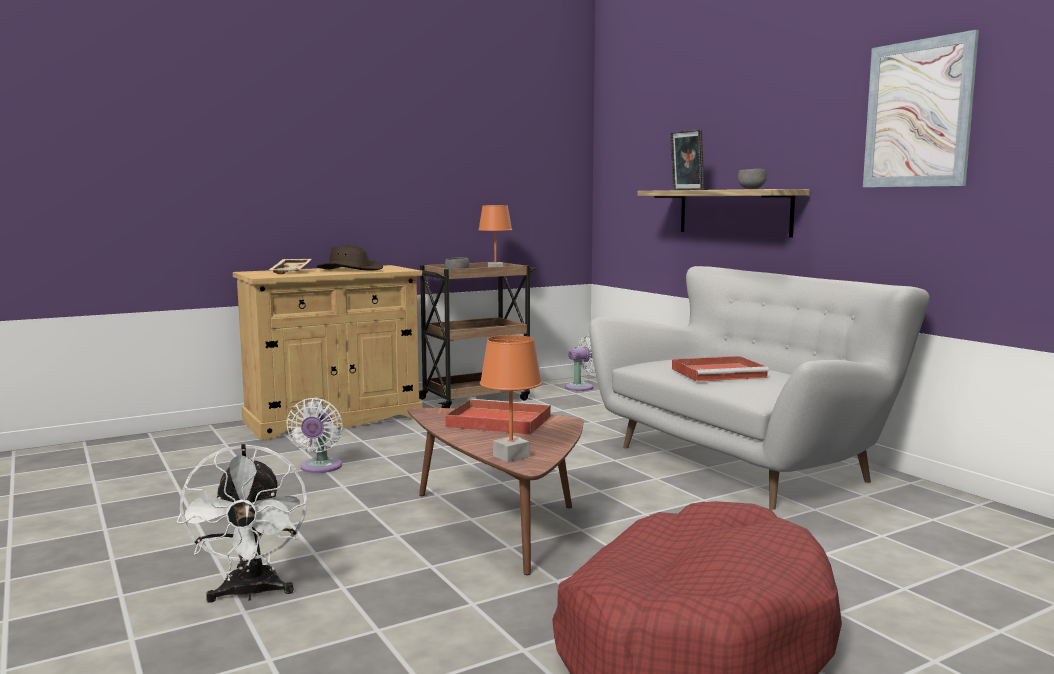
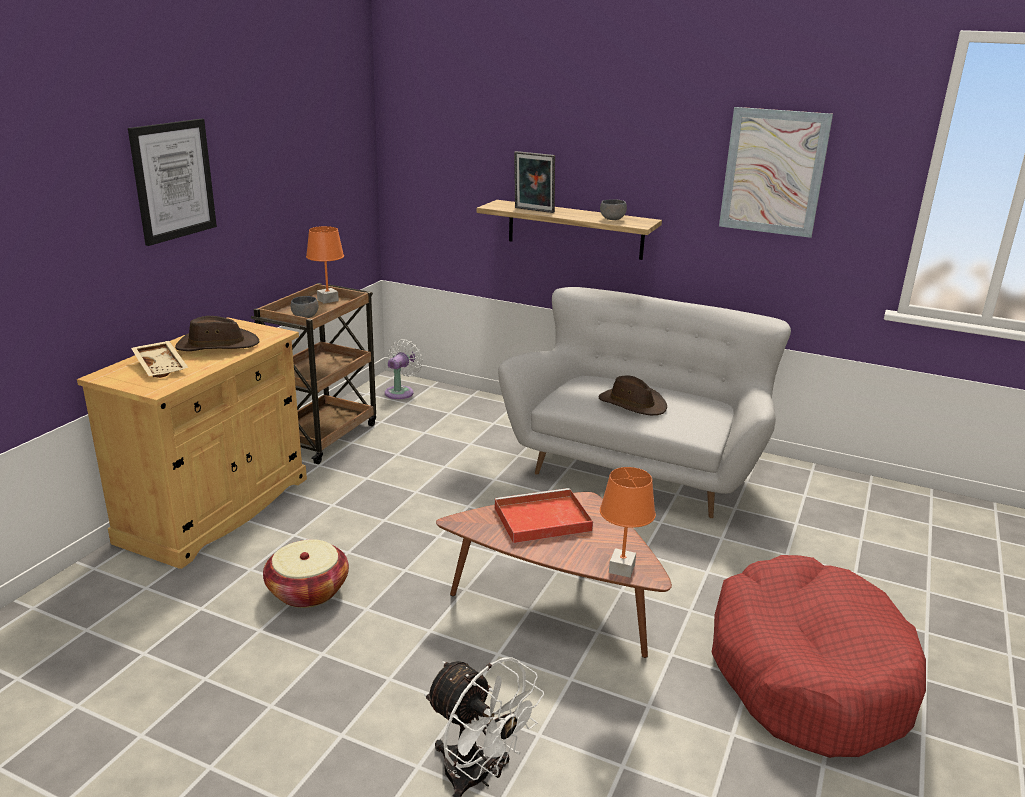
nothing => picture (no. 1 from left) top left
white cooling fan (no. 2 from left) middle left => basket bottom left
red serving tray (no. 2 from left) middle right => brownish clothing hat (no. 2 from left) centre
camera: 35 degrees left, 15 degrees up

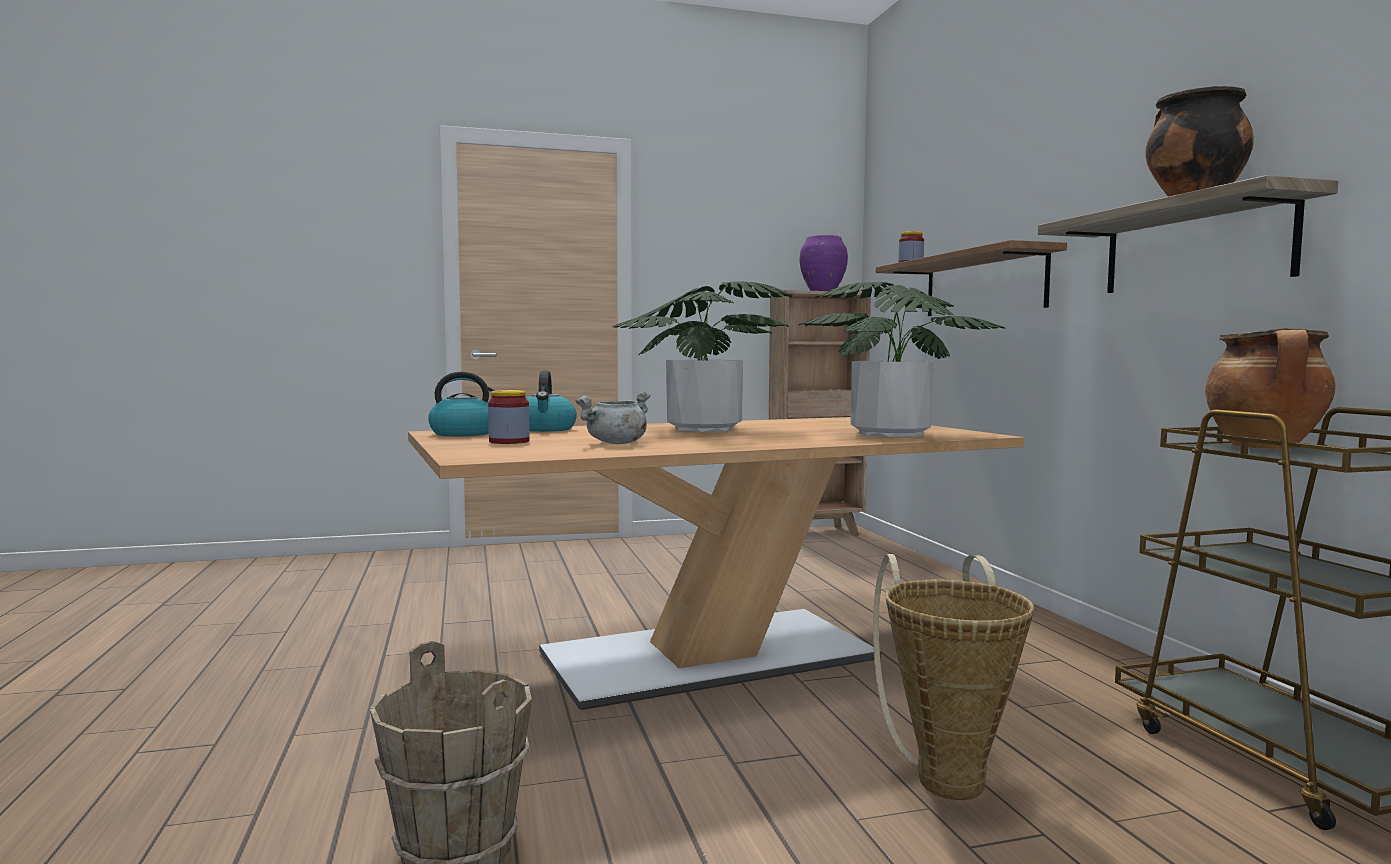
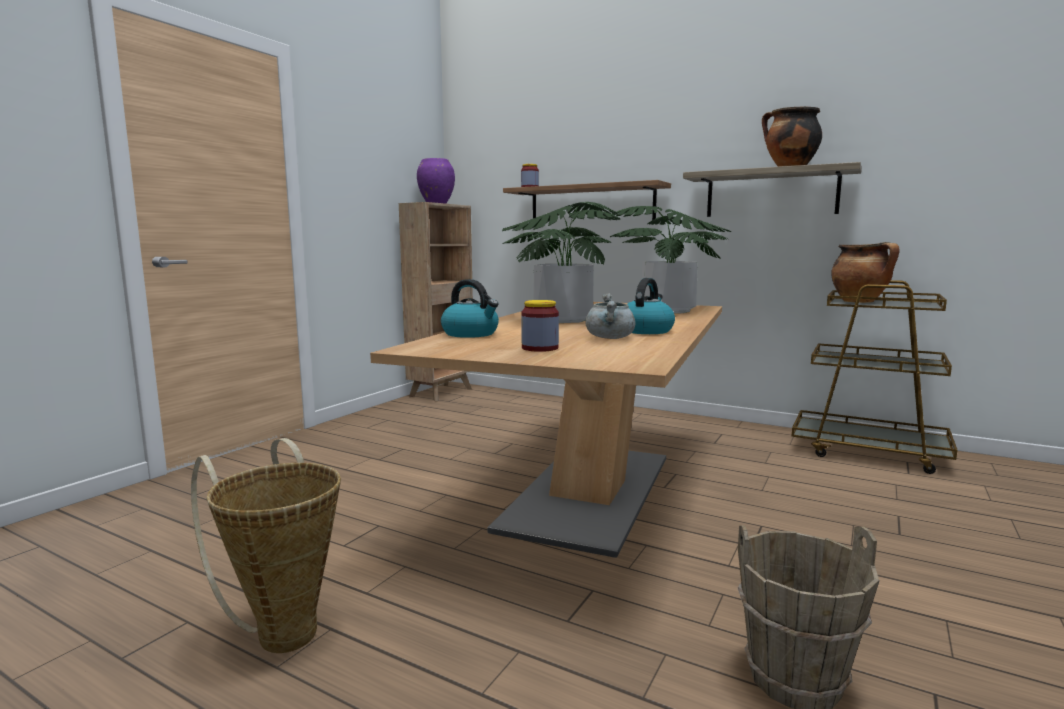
basket bottom right => basket bottom left, shifted
water kettle (no. 1 from left in the first image) middle left => water kettle (no. 2 from left) centre, shifted
camera: 45 degrees left, 5 degrees up

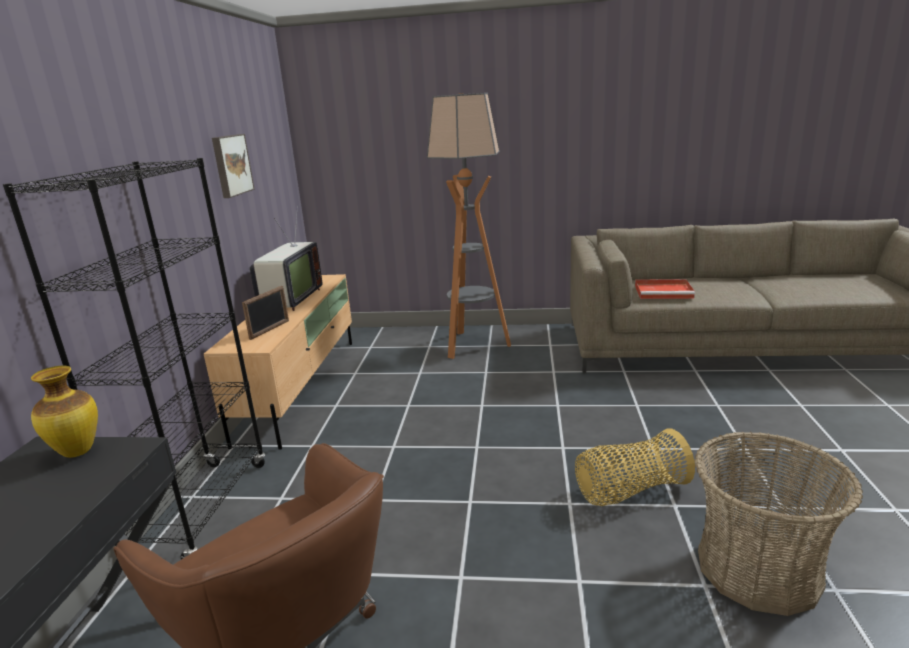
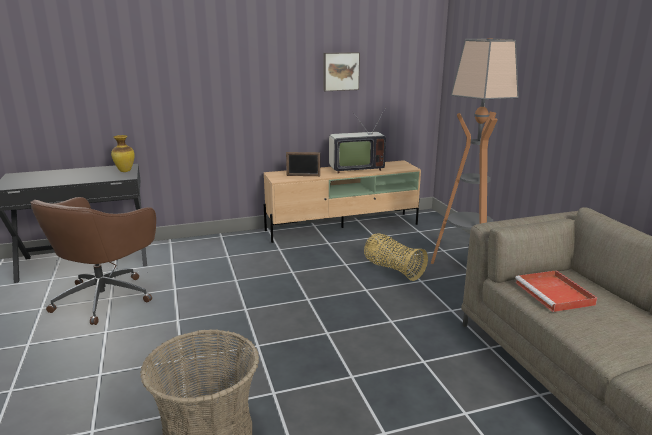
basket (no. 1 from left in the first image) bottom right => basket (no. 2 from left) centre, shifted
black shelving unit middle left => nothing
camera: 65 degrees right, 0 degrees up

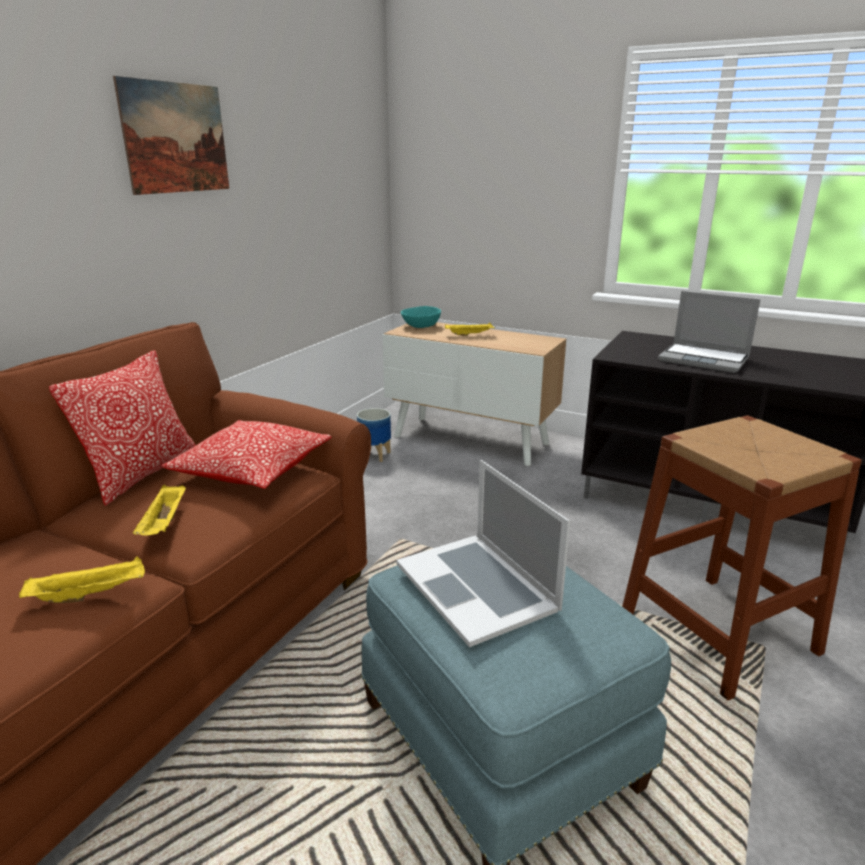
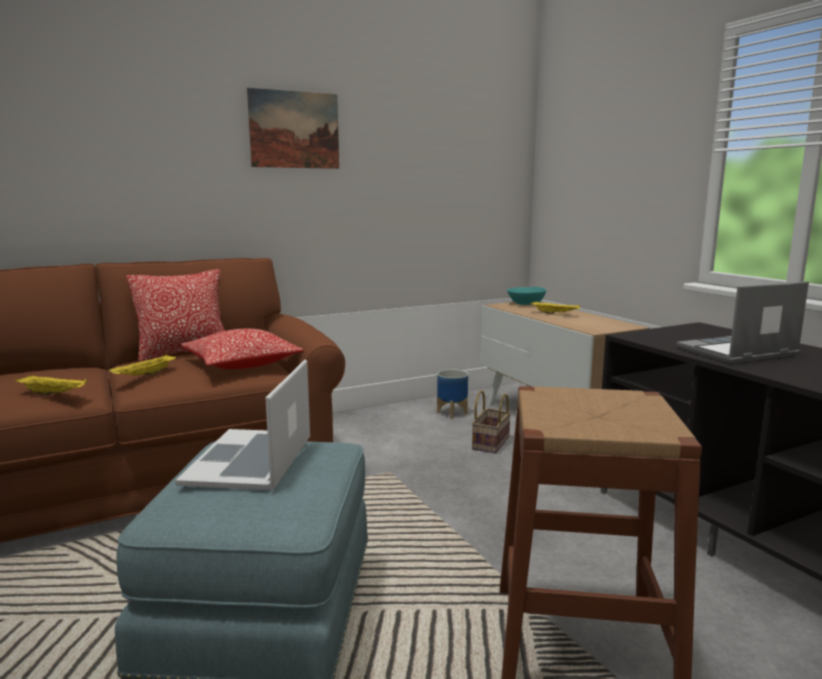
nothing => basket centre
notebook computer (no. 2 from left) middle right, 90 degrees clockwise
camera: 35 degrees right, 10 degrees down

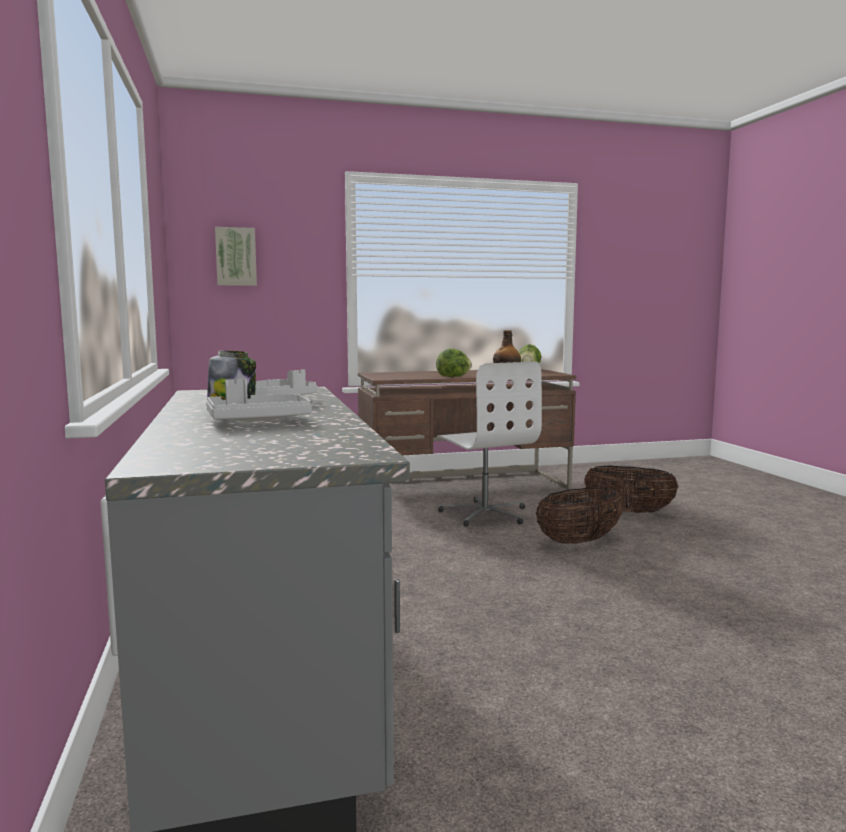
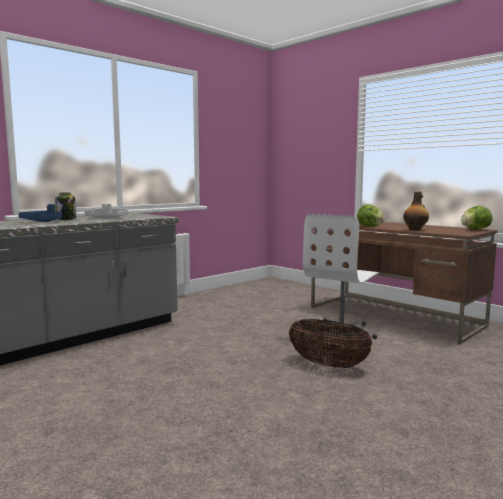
grey serving tray (no. 1 from left) middle left => blue serving tray middle left
picture top left => nothing
basket (no. 2 from left) middle right => nothing
camera: 60 degrees right, 0 degrees up

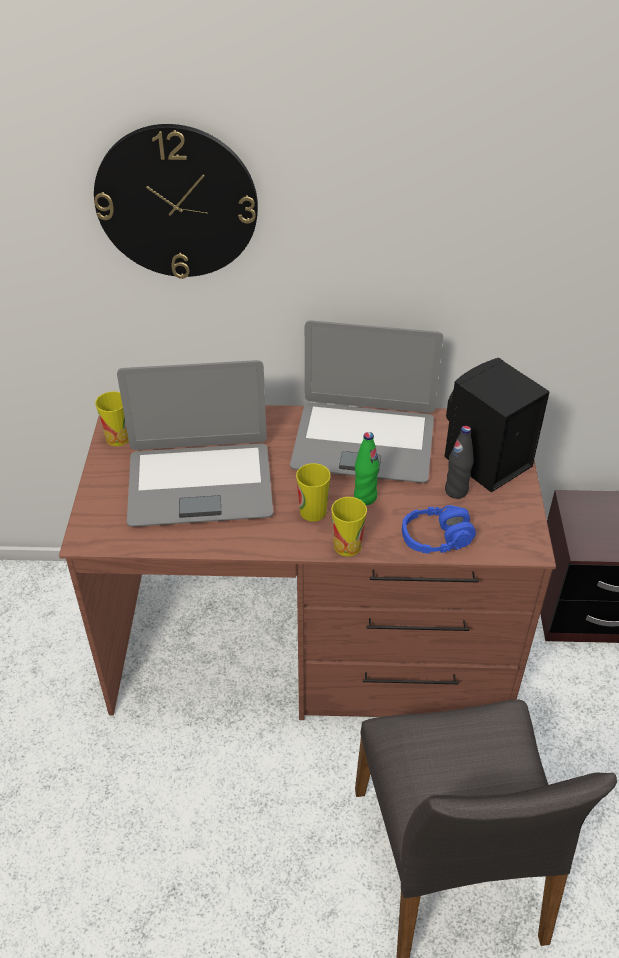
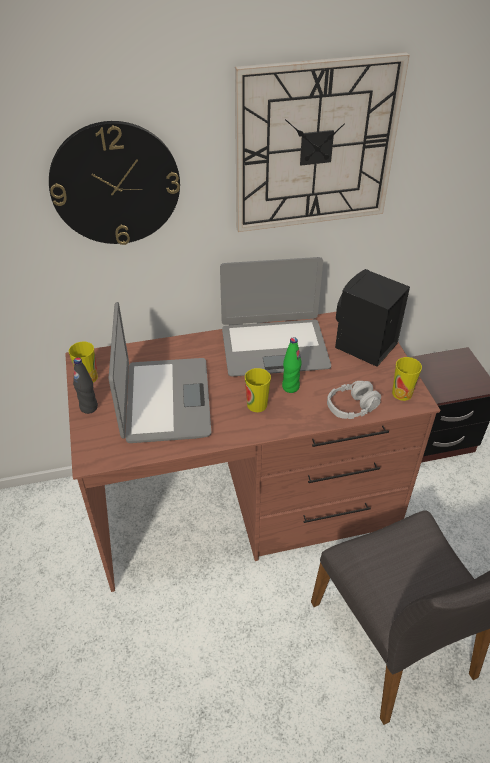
black bottle middle right => black bottle middle left, shifted
notebook computer (no. 1 from left) middle left, 75 degrees counterclockwise
nothing => clock on the wall (no. 2 from left) top centre
blue headset middle right => grey headset middle right
cup (no. 3 from left) centre => cup (no. 3 from left) middle right, shifted
camera: 15 degrees left, 0 degrees up

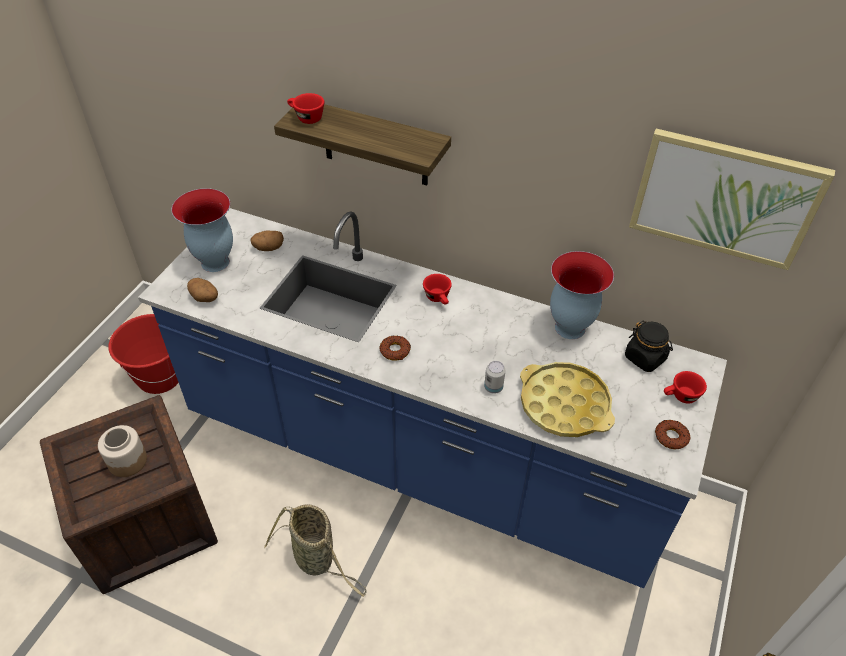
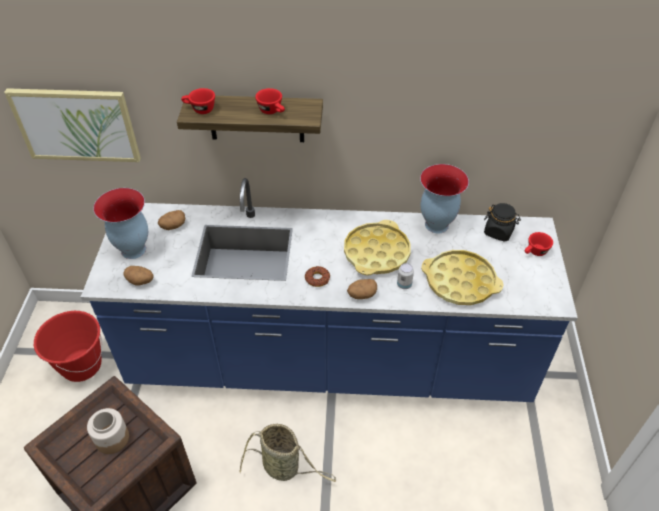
picture top right => picture top left, shifted
red cup (no. 2 from left) centre => red cup (no. 2 from left) top centre, shifted
nothing => yellow serving tray (no. 1 from left) centre
nothing => potato (no. 3 from left) centre
donut (no. 2 from left) middle right => nothing
camera: 20 degrees left, 0 degrees up

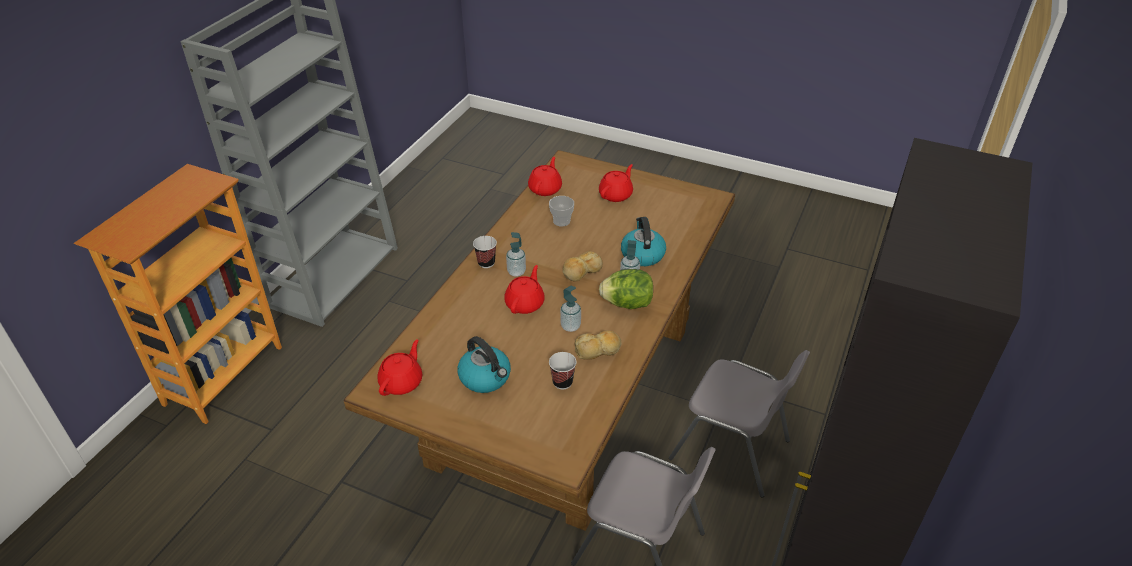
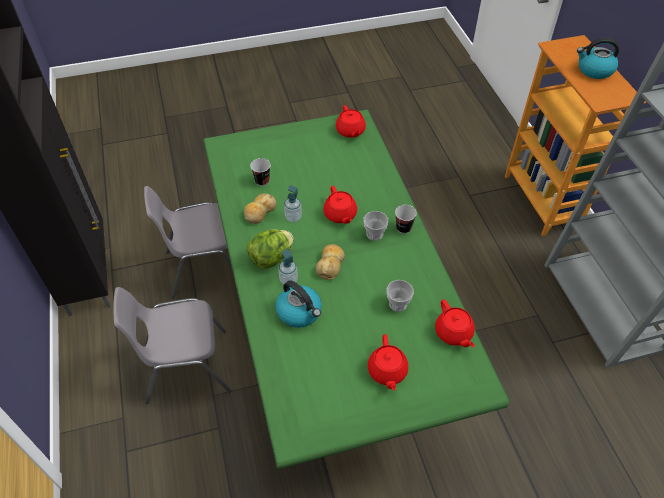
brownish dinner table centre => greenish dinner table centre
soap dispenser (no. 1 from left) centre => cup (no. 2 from left) centre
water kettle (no. 1 from left in the first image) centre => water kettle (no. 2 from left) top right, shifted
camera: 140 degrees right, 10 degrees up

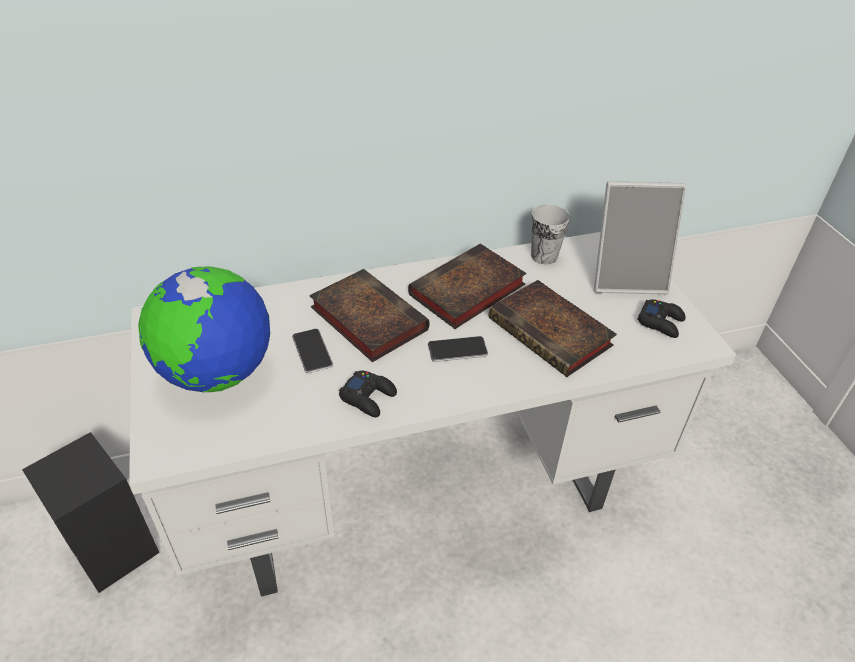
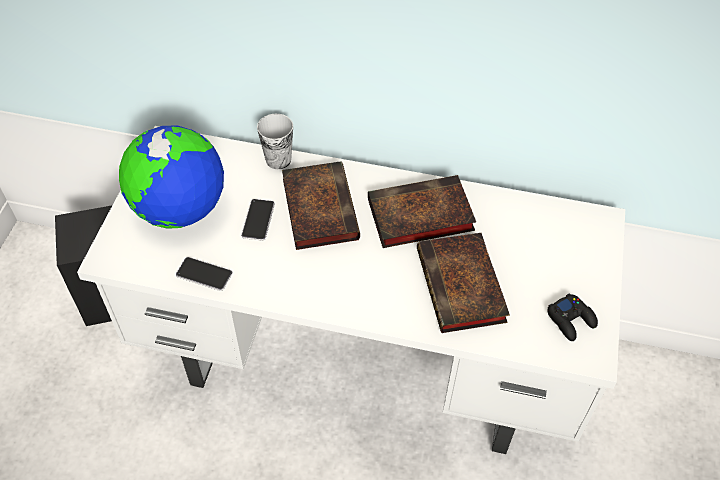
telephone (no. 2 from left in the first image) centre => telephone (no. 1 from left) middle left, shifted
cup centre => cup top centre, shifted
black game controller (no. 1 from left) centre => nothing
standing frame middle right => nothing
camera: 30 degrees right, 10 degrees up

